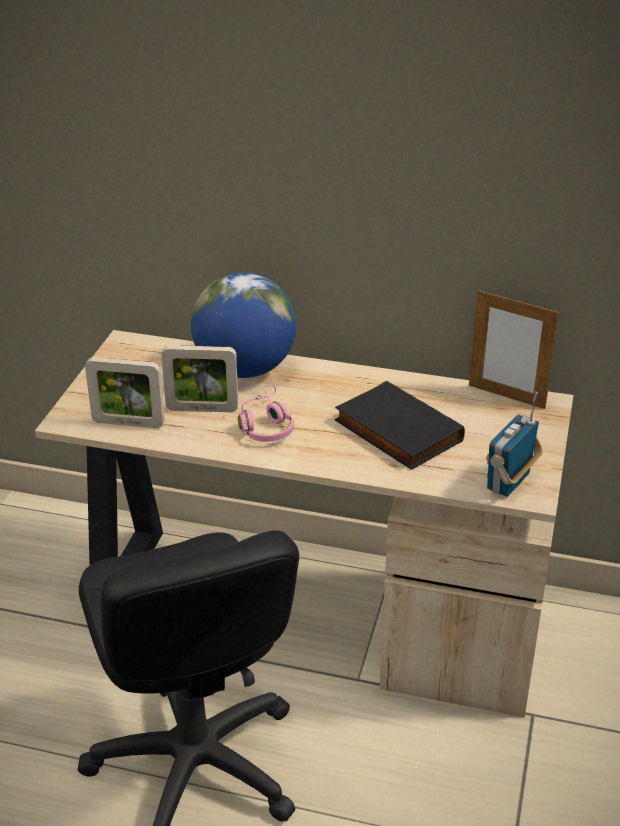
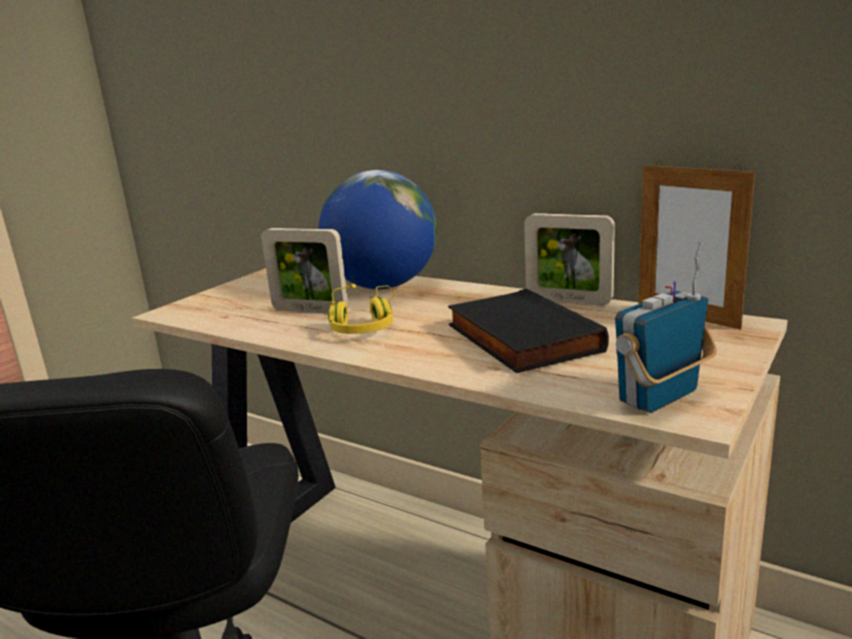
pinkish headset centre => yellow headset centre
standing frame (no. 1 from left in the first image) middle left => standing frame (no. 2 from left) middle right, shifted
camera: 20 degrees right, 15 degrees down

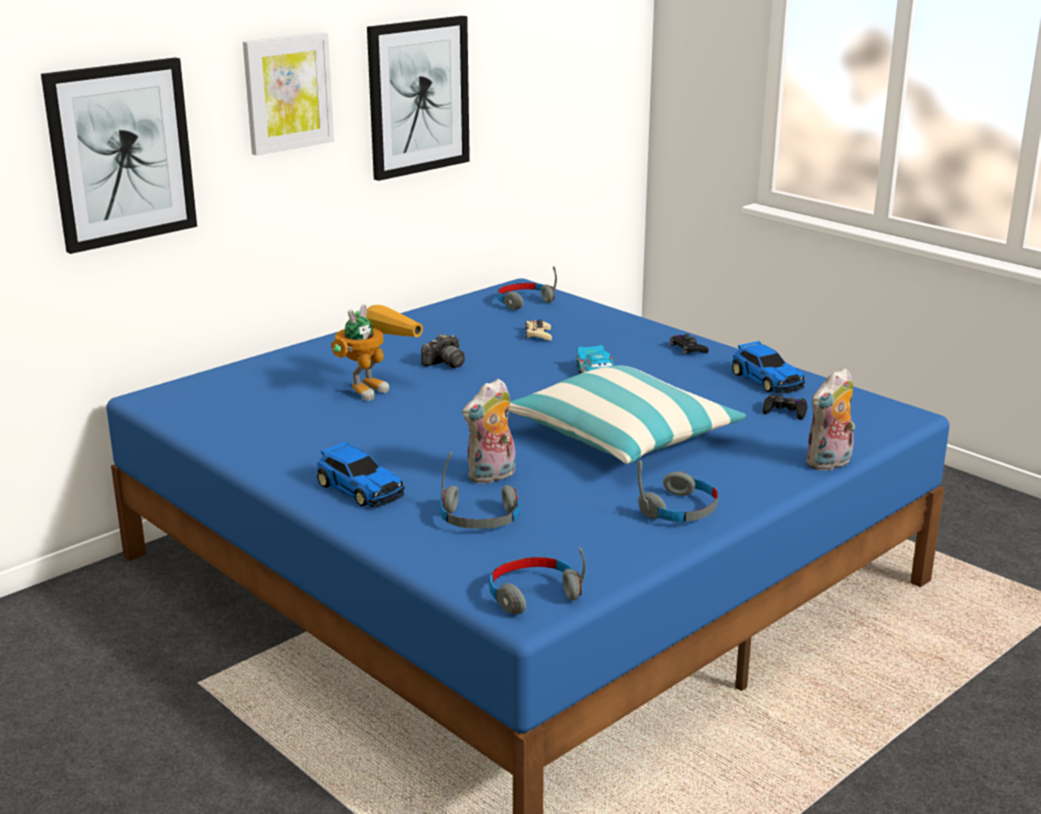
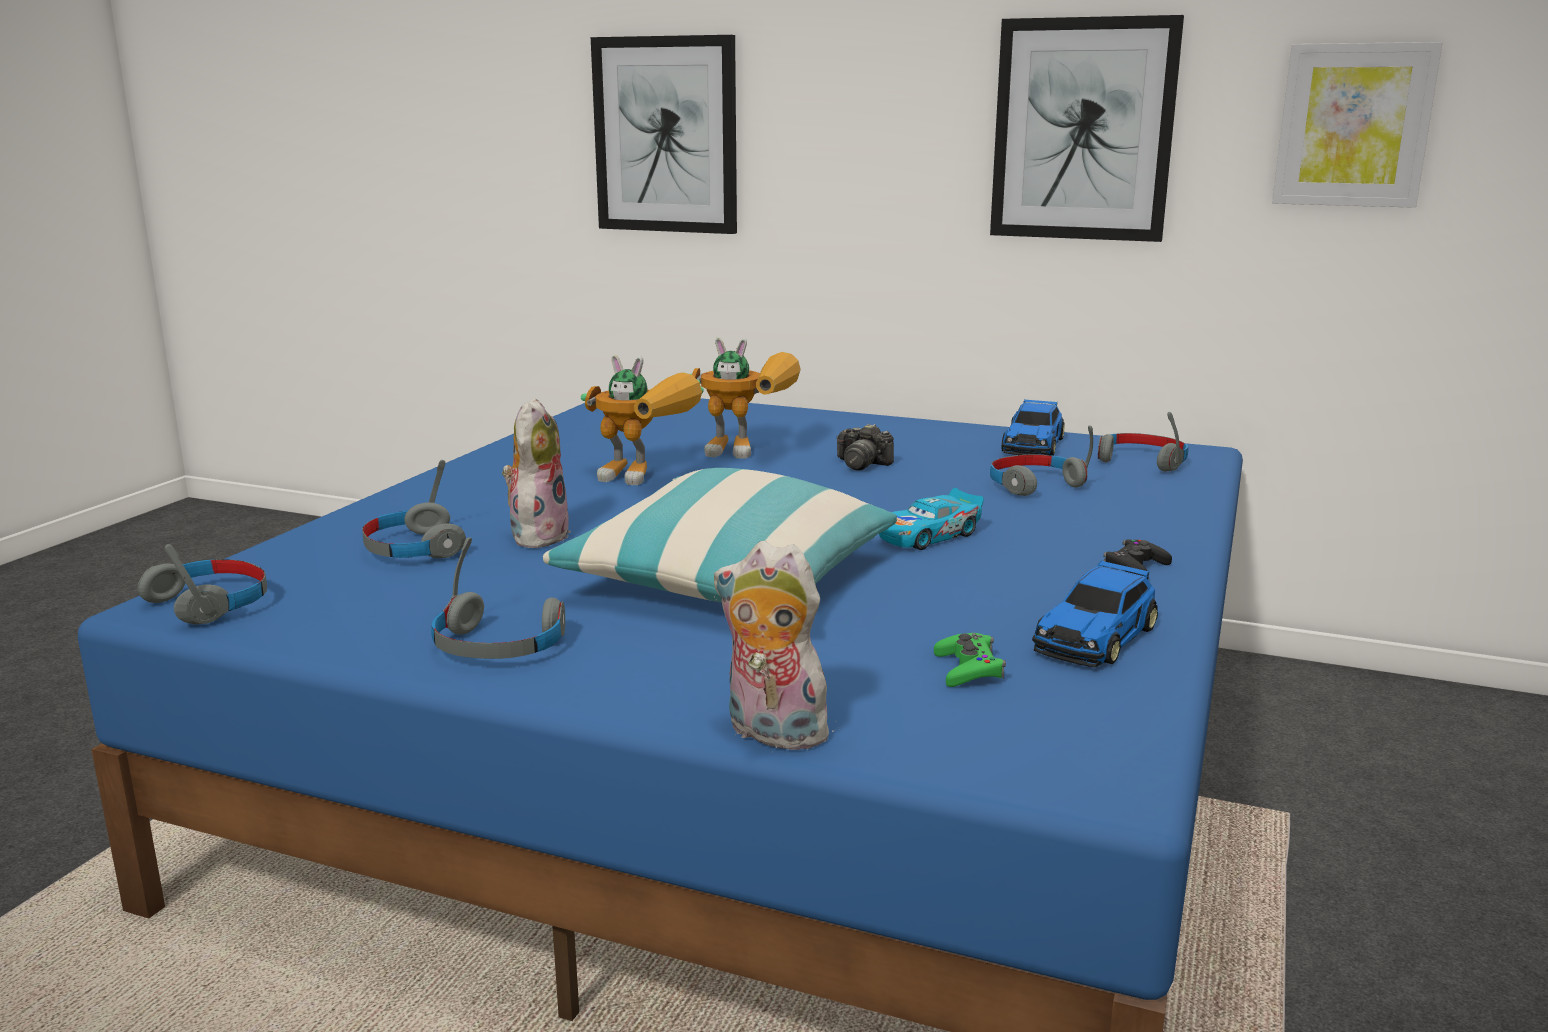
plush toy (no. 1 from left) centre, 75 degrees clockwise
nothing => toy robot (no. 1 from left) centre
black game controller (no. 2 from left) middle right => greenish game controller centre
beige-coloured game controller centre => grey headset (no. 4 from left) middle right
toy car (no. 1 from left in the first image) centre => toy car (no. 2 from left) middle right, shifted
picture (no. 2 from left in the first image) top left => picture (no. 3 from left) top right, shifted
camera: 65 degrees right, 5 degrees down

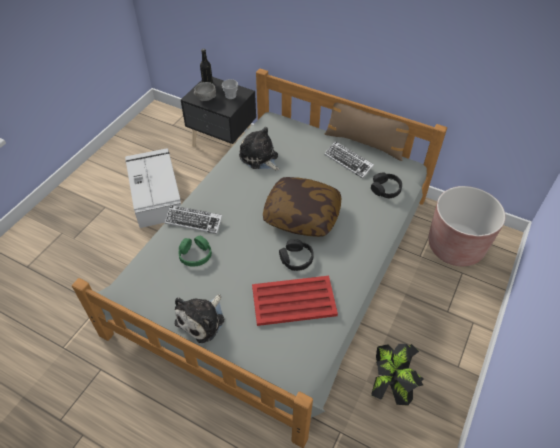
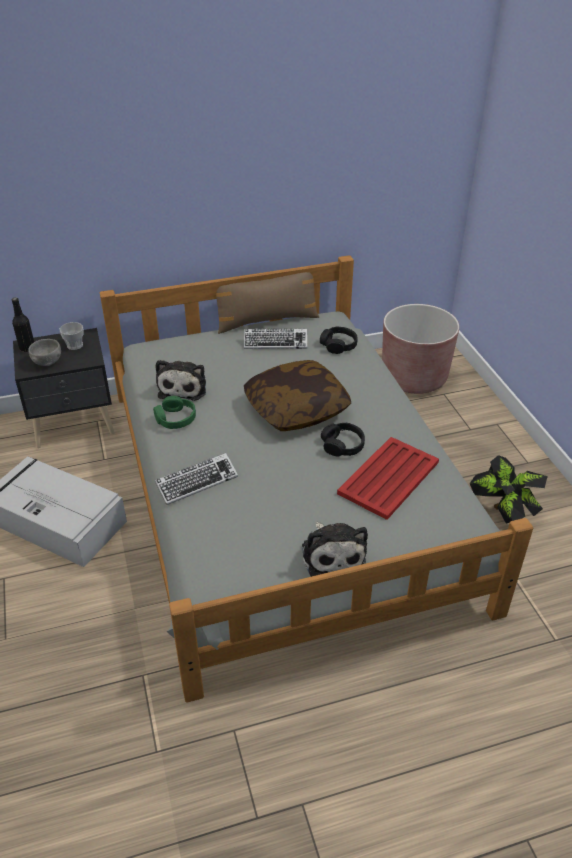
greenish headset centre => greenish headset middle left, shifted
plush toy (no. 2 from left in the first image) top centre => plush toy (no. 1 from left) middle left, 90 degrees counterclockwise
camera: 45 degrees left, 10 degrees down

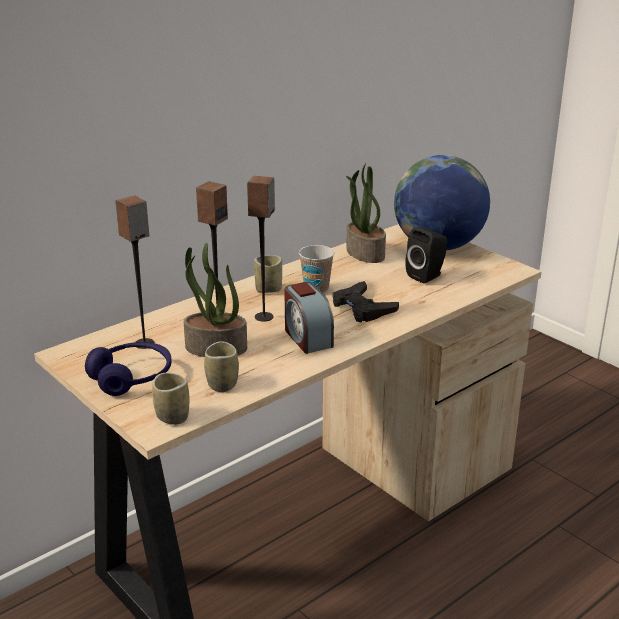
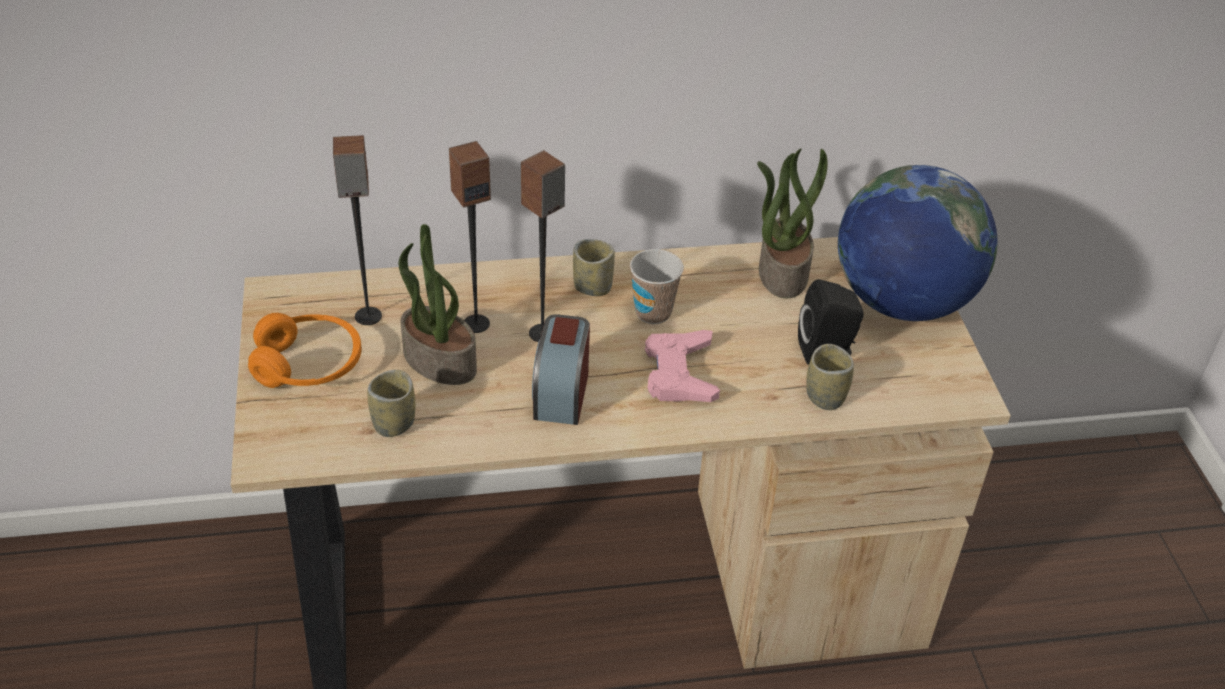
blue headset middle left => orangey headset middle left
black game controller centre => pinkish game controller centre
cup (no. 1 from left in the first image) middle left => cup (no. 4 from left) middle right, shifted
camera: 30 degrees right, 15 degrees up

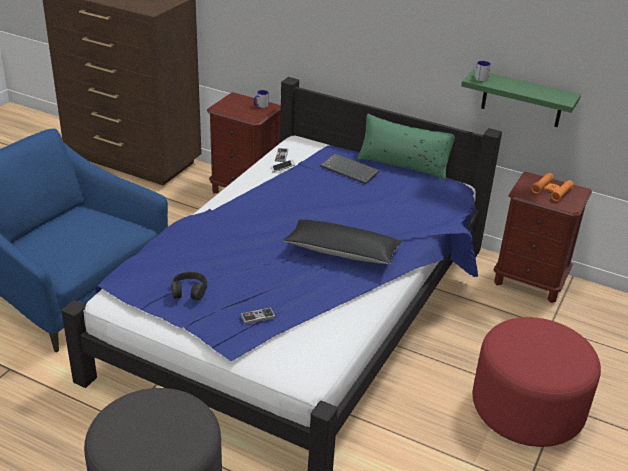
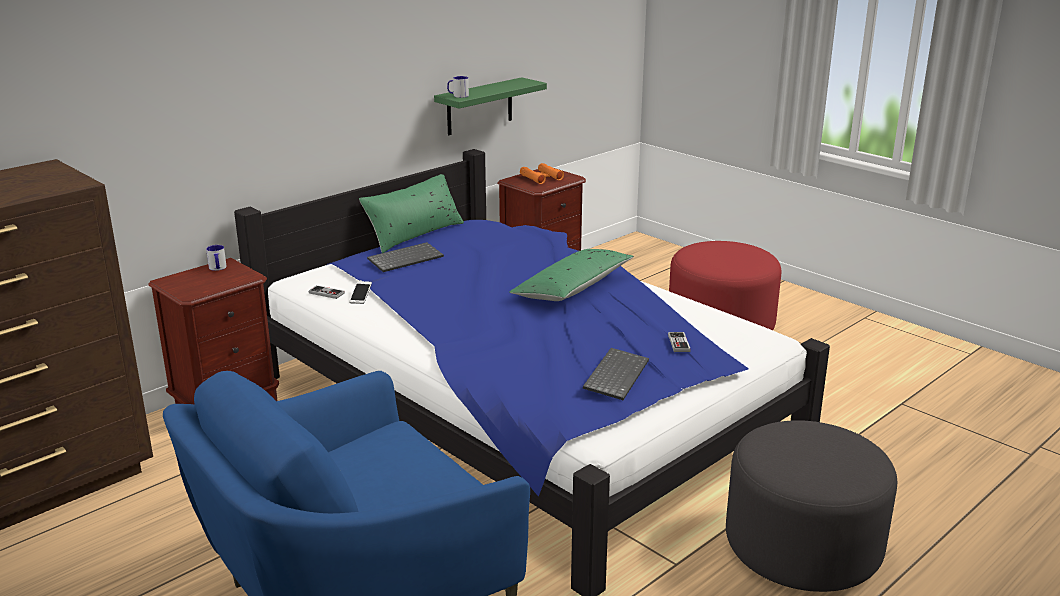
black cushion centre => greenish cushion (no. 2 from left) centre
black headset middle left => computer keyboard (no. 2 from left) centre
camera: 70 degrees left, 10 degrees down

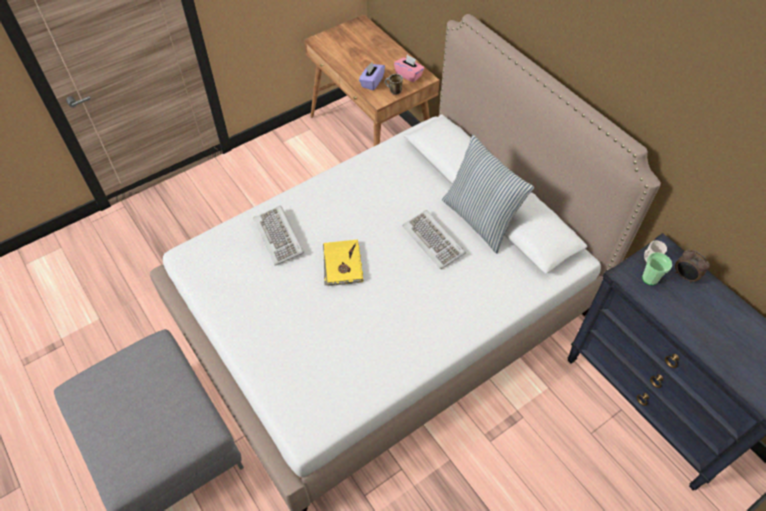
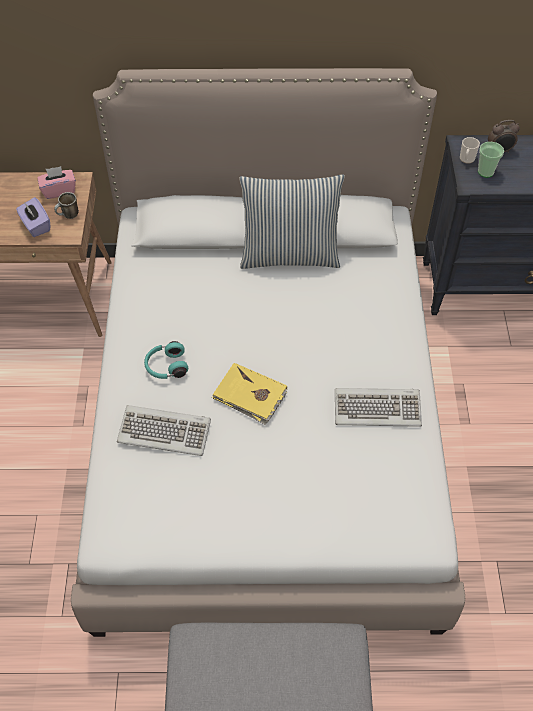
nothing => turquoise headset middle left
computer keyboard (no. 2 from left) centre => computer keyboard (no. 2 from left) middle right, shifted
camera: 55 degrees left, 0 degrees up

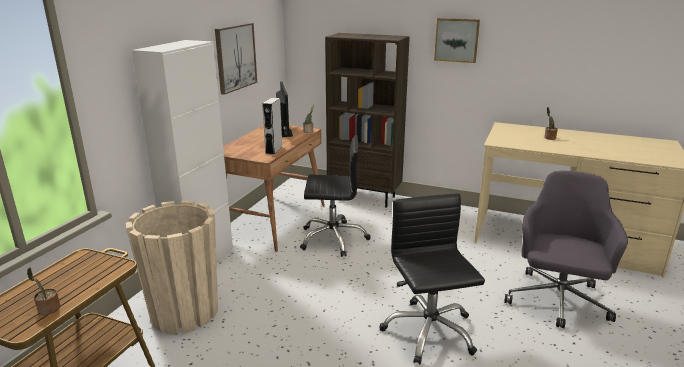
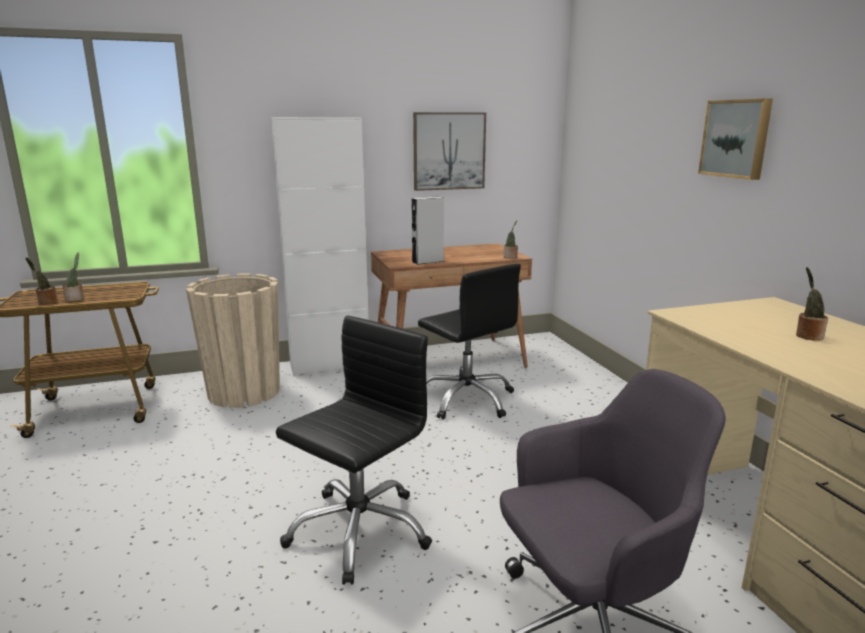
nothing => potted plant (no. 2 from left) middle left
computer screen top centre => nothing
brownish shelving unit top centre => nothing
camera: 50 degrees right, 5 degrees down

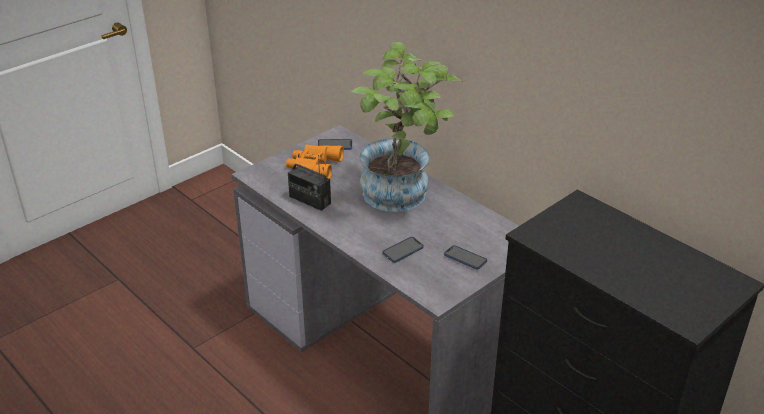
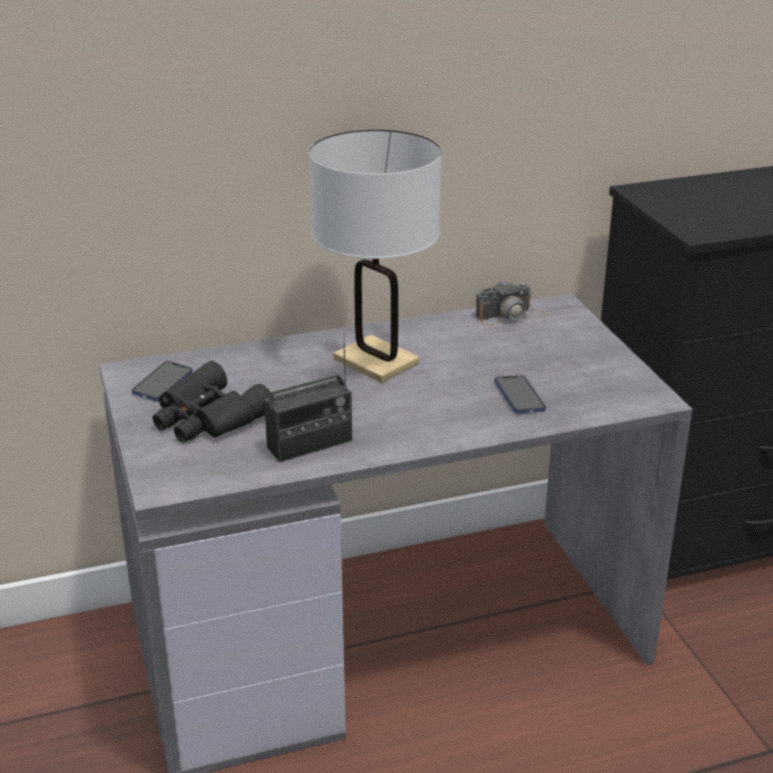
orangey pair of binoculars centre => black pair of binoculars middle left
potted plant top centre => white lamp for a table top centre
nothing => still camera centre
telephone (no. 3 from left) centre => nothing
camera: 65 degrees left, 5 degrees down

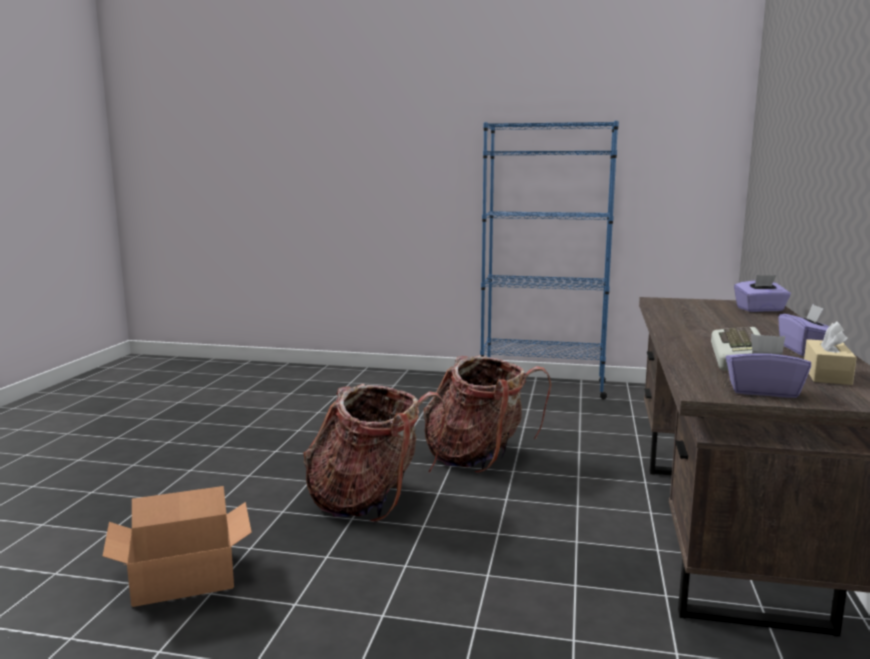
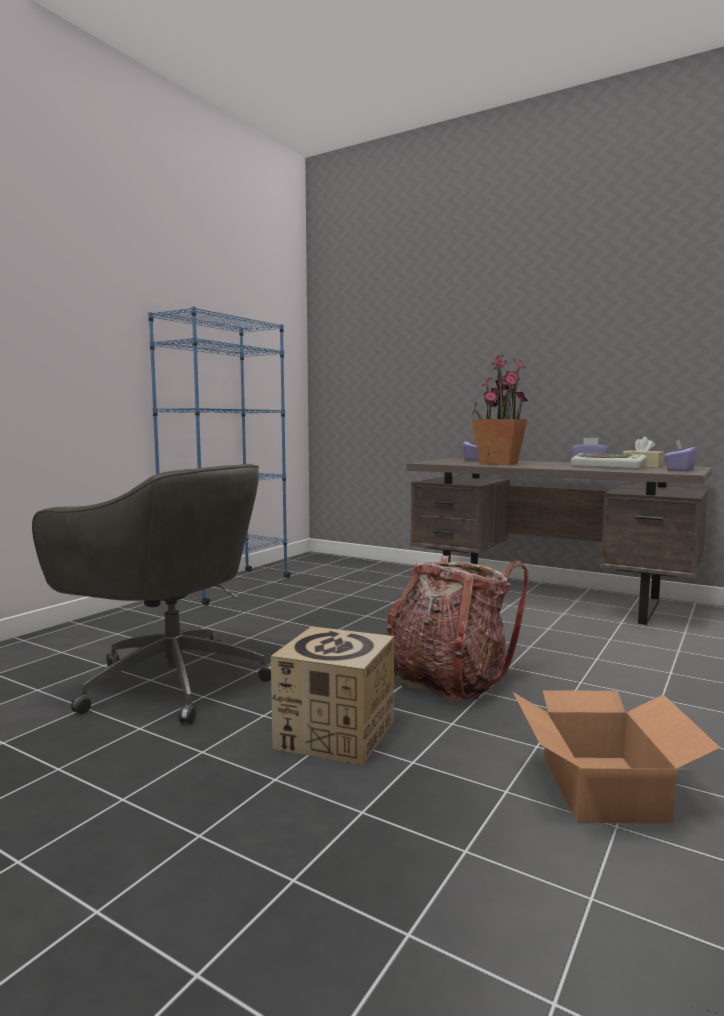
nothing => grey computer chair middle left
nothing => carton (no. 1 from left) bottom centre
nothing => potted plant middle right
knapsack (no. 2 from left) centre => nothing
camera: 70 degrees left, 5 degrees down

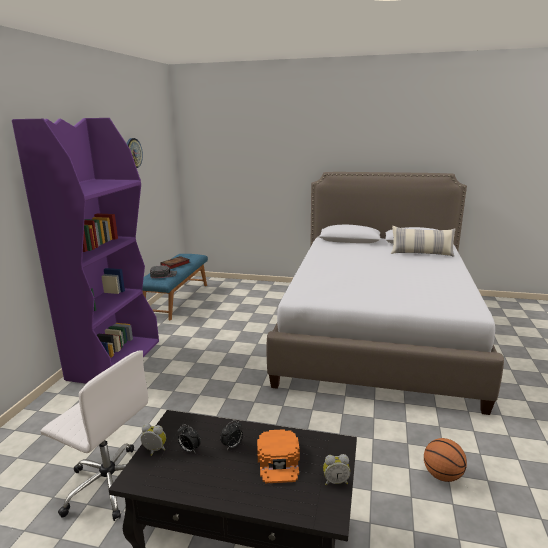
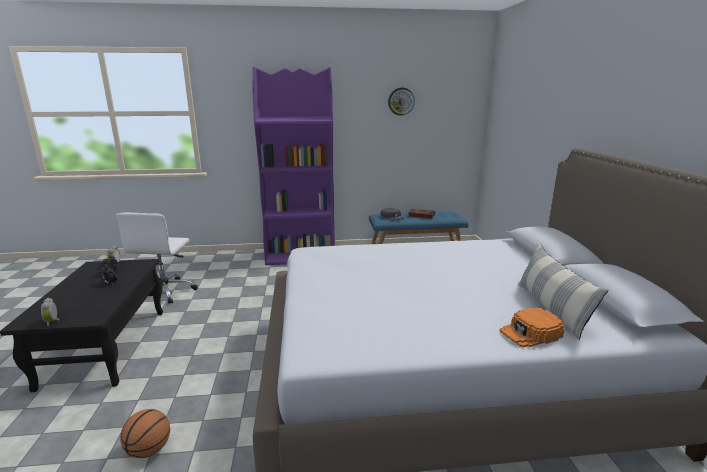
orangey peaked cap bottom centre => orangey peaked cap bottom right, shifted
camera: 70 degrees right, 0 degrees up

